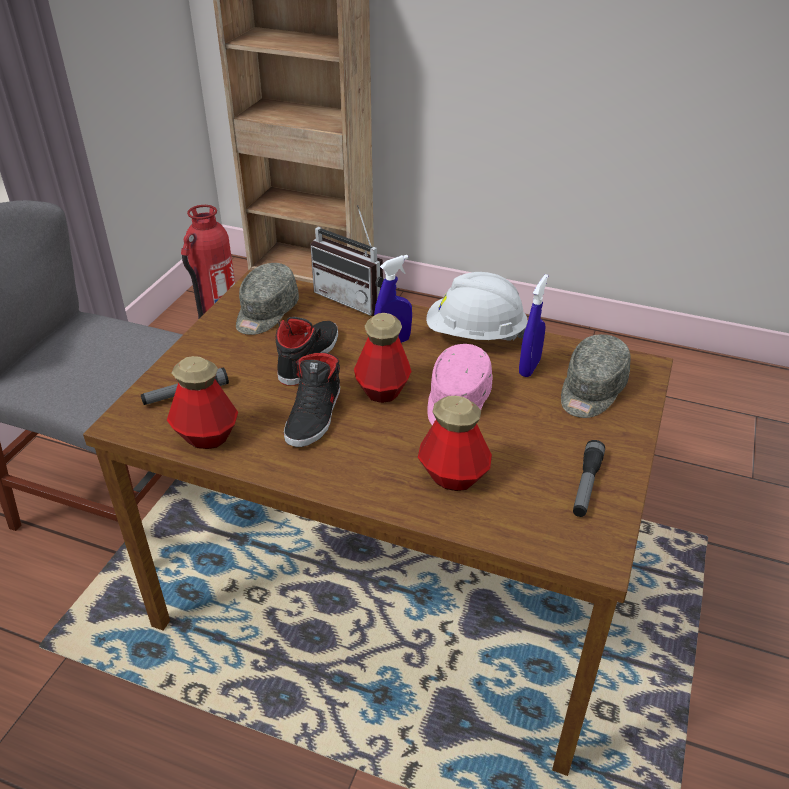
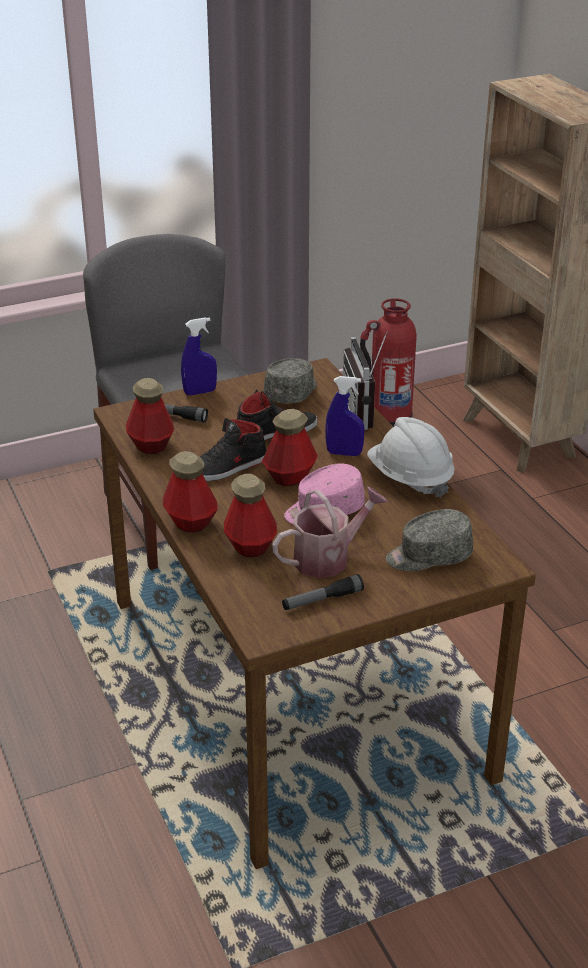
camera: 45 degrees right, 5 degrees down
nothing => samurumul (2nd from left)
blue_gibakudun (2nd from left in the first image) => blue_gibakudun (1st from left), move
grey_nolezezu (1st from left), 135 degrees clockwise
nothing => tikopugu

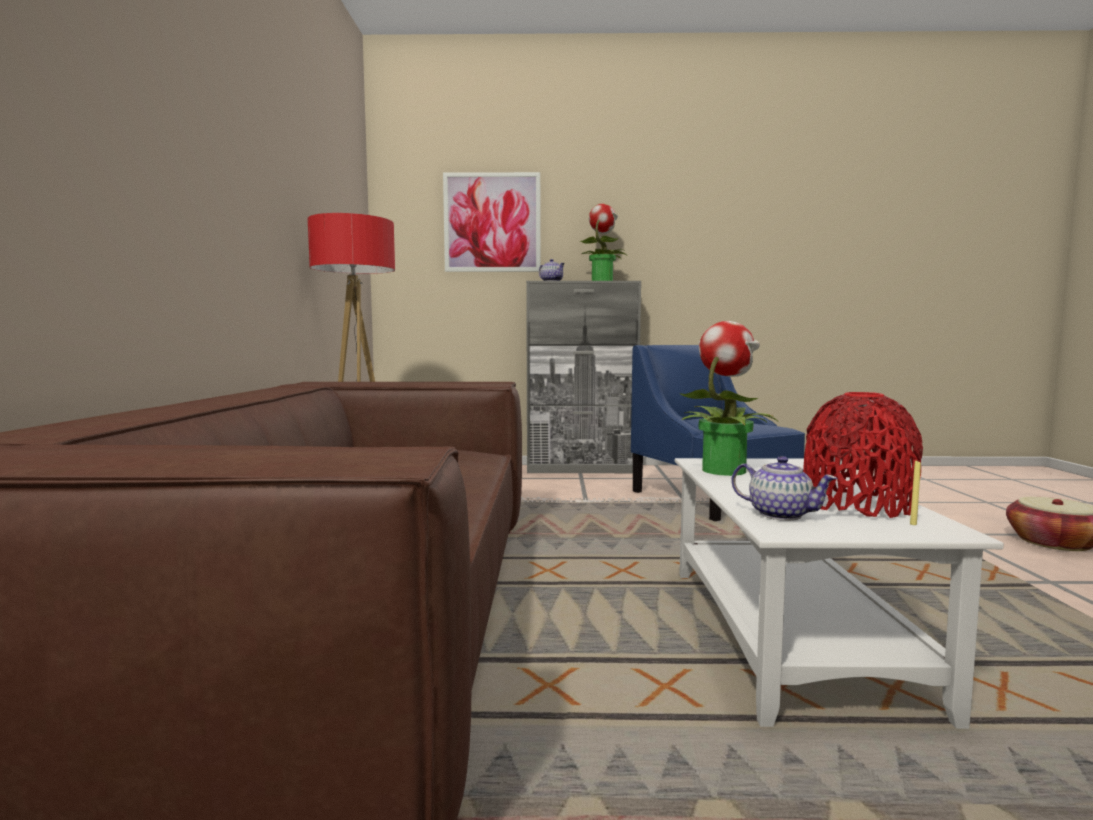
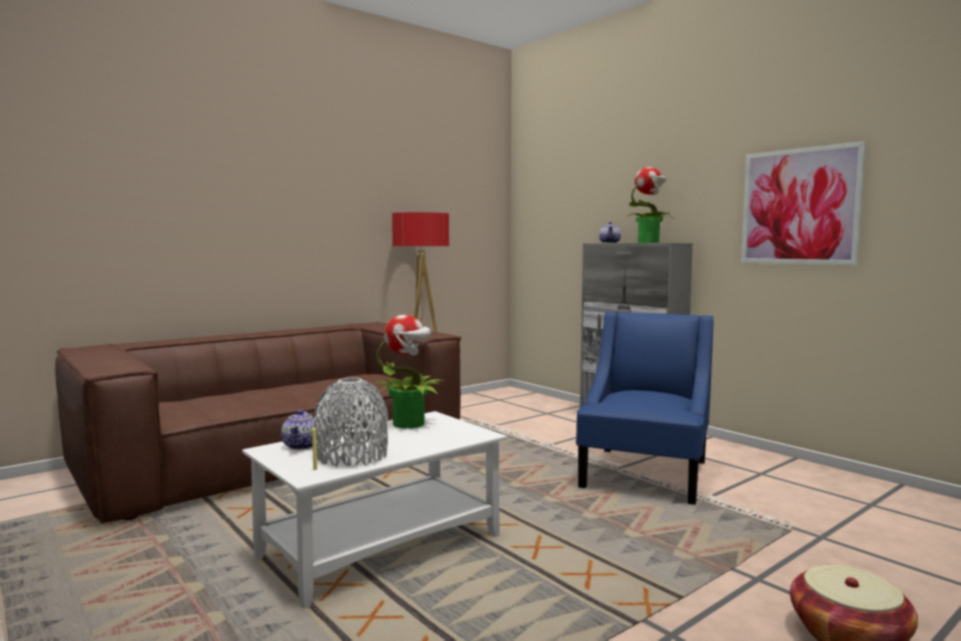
camera: 50 degrees right, 0 degrees up
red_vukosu => grey_vukosu
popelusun, move

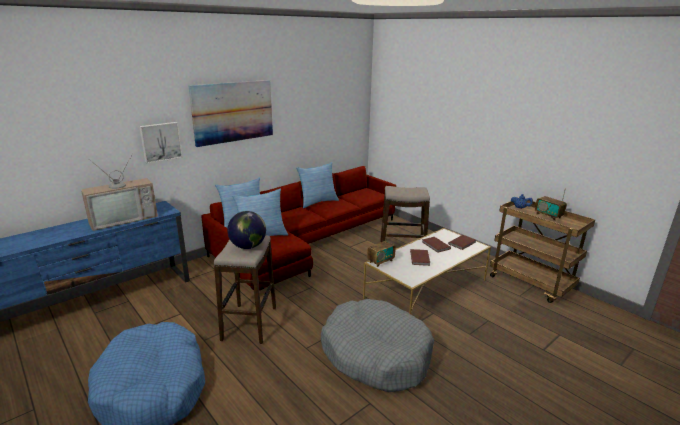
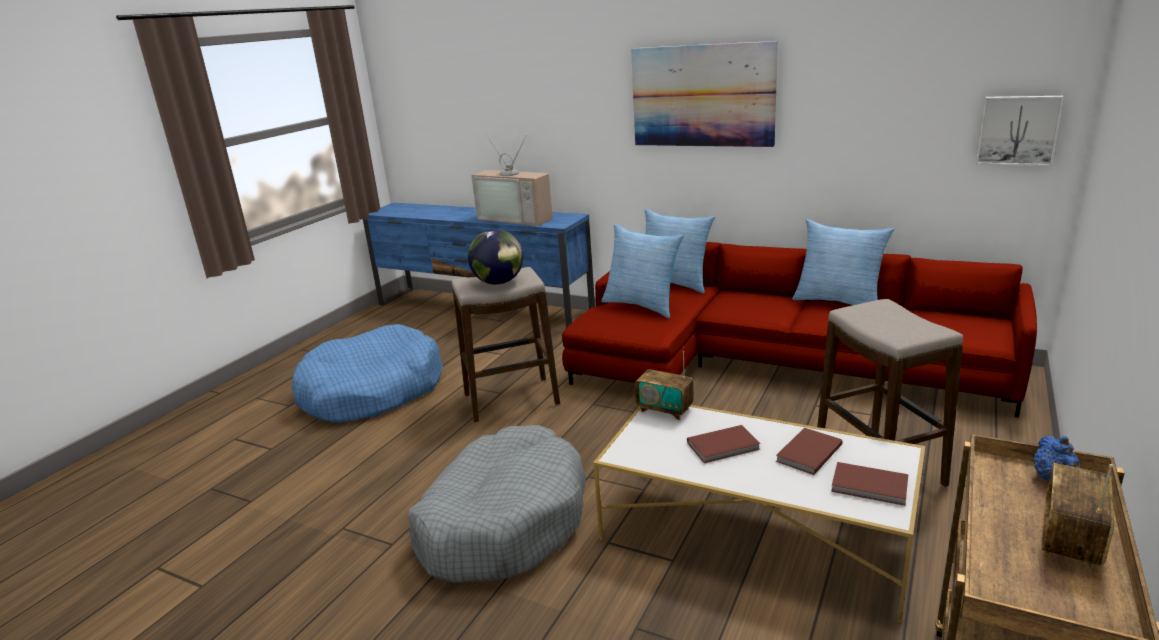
camera: 70 degrees right, 0 degrees up
popelusun (1st from left in the first image) => popelusun (2nd from left), move

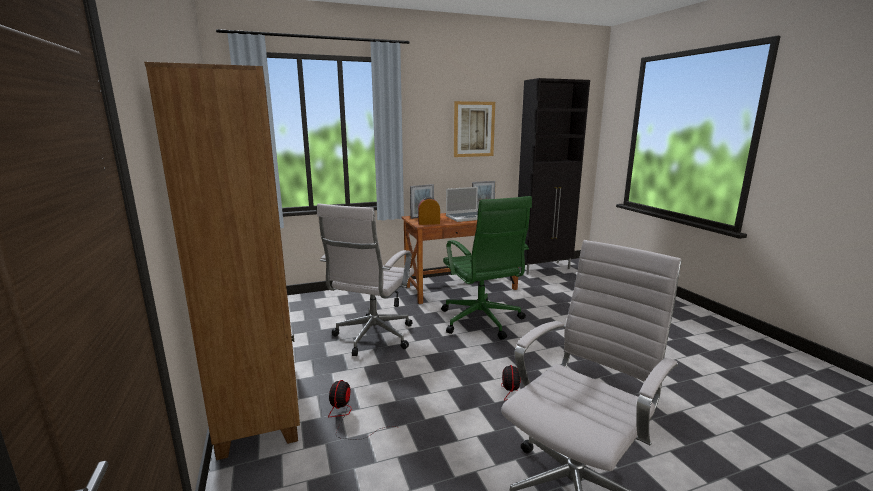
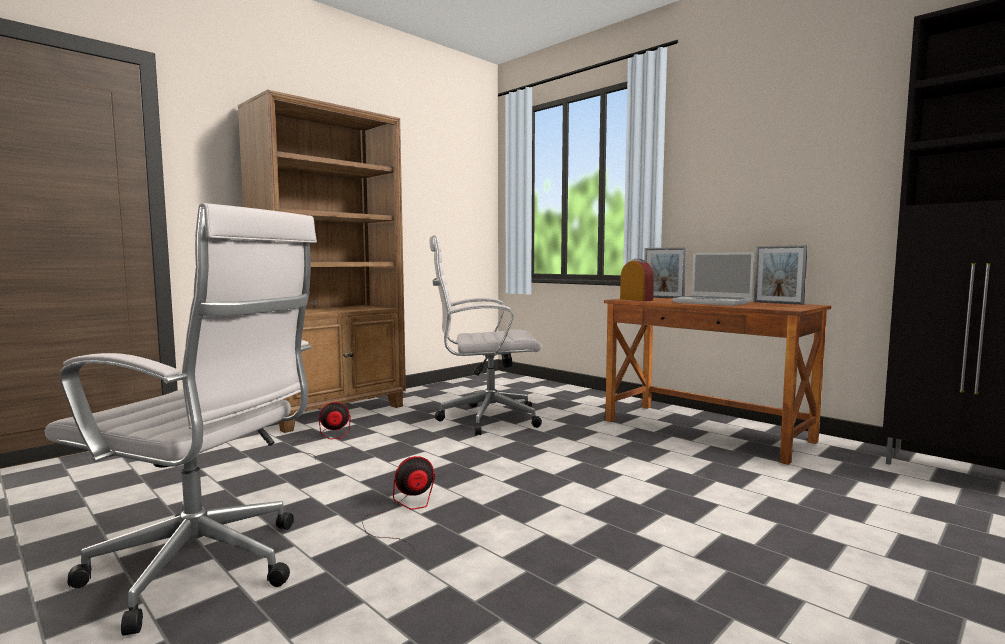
camera: 65 degrees right, 10 degrees down
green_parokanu => nothing
popelusun => nothing

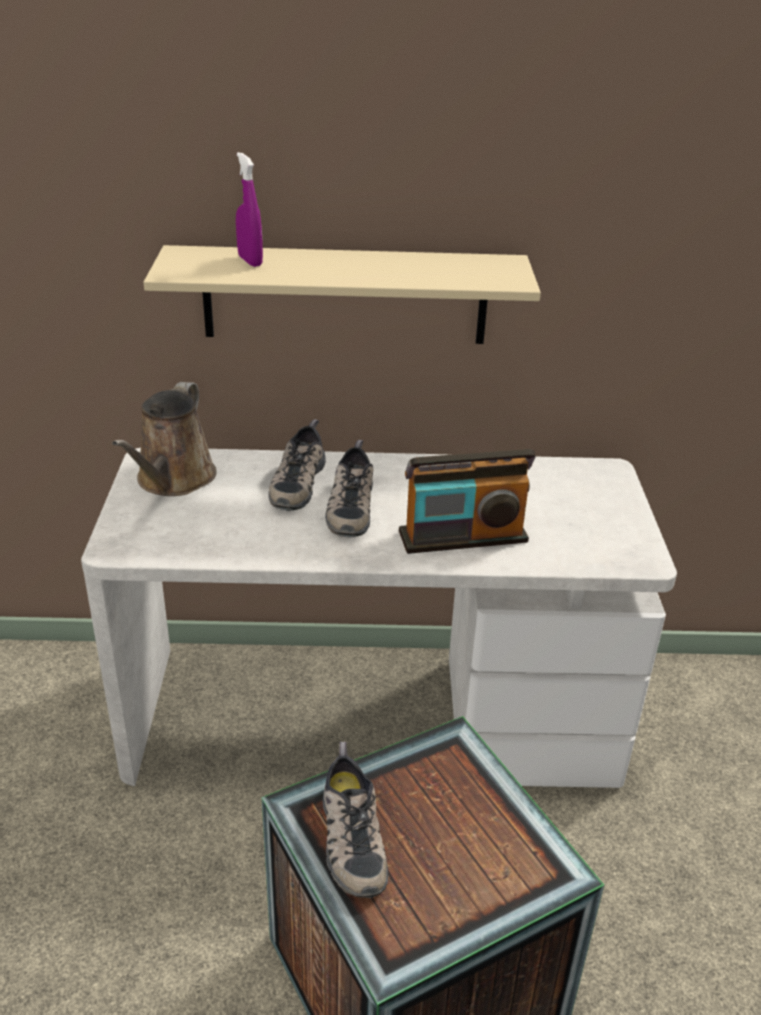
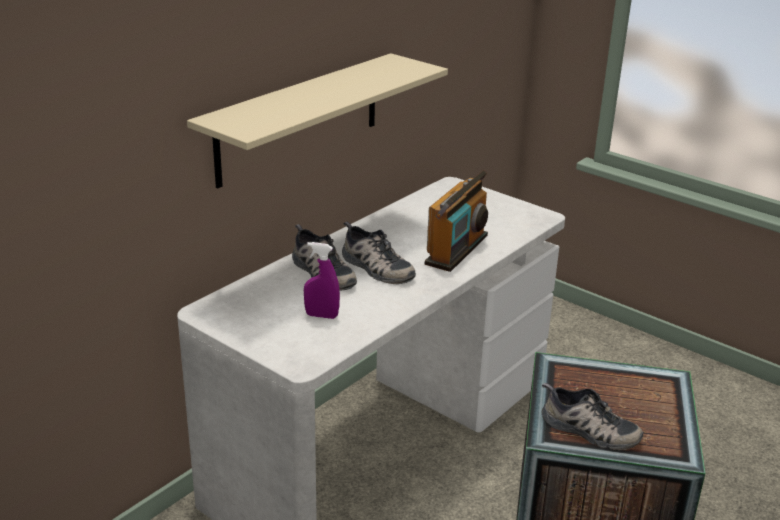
camera: 50 degrees left, 5 degrees down
purple_gibakudun, move
brown_tikopugu => nothing

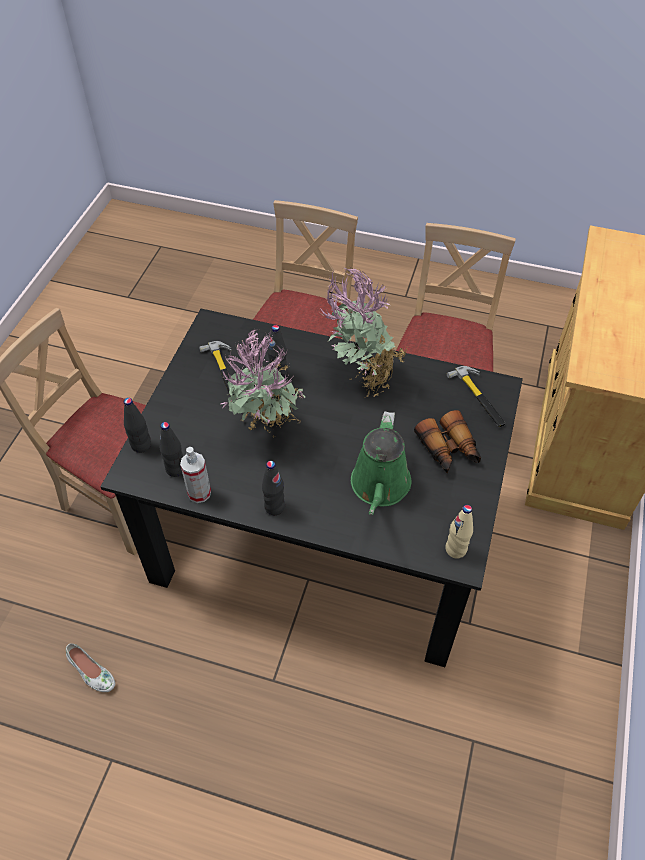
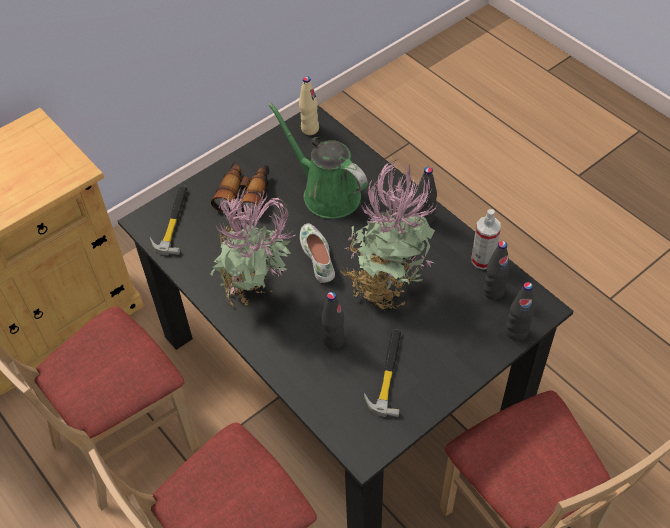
camera: 145 degrees left, 0 degrees up
green_tikopugu, 90 degrees counterclockwise
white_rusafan, move

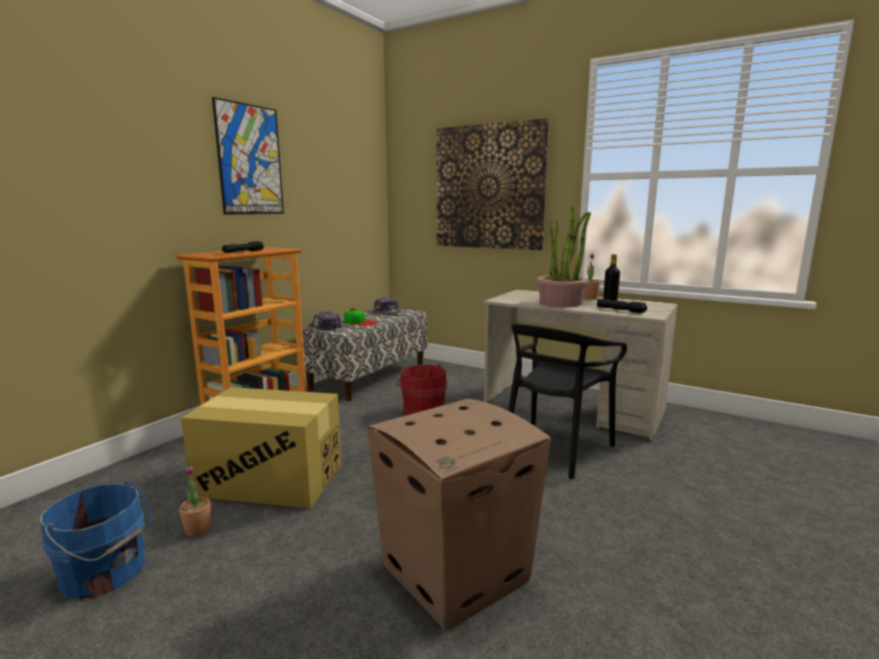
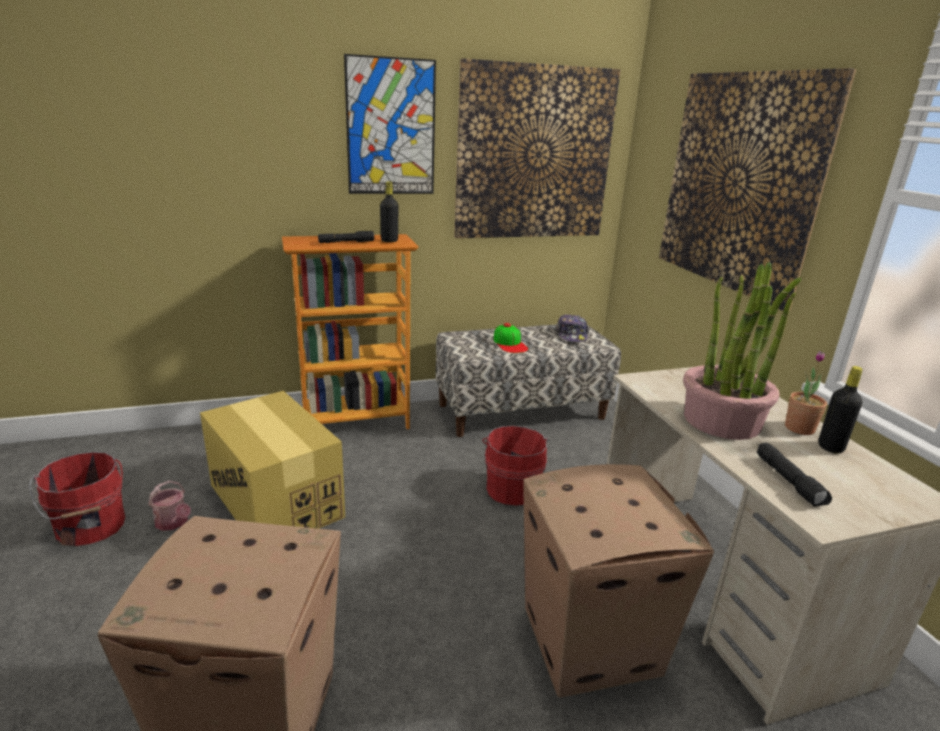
camera: 40 degrees right, 10 degrees up
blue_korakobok => red_korakobok (1st from left)
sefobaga (1st from left) => tikopugu
nothing => black_samurumul (1st from left)
nothing => popelusun (2nd from left)
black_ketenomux => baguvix (3rd from left)
nolezezu (1st from left) => nothing

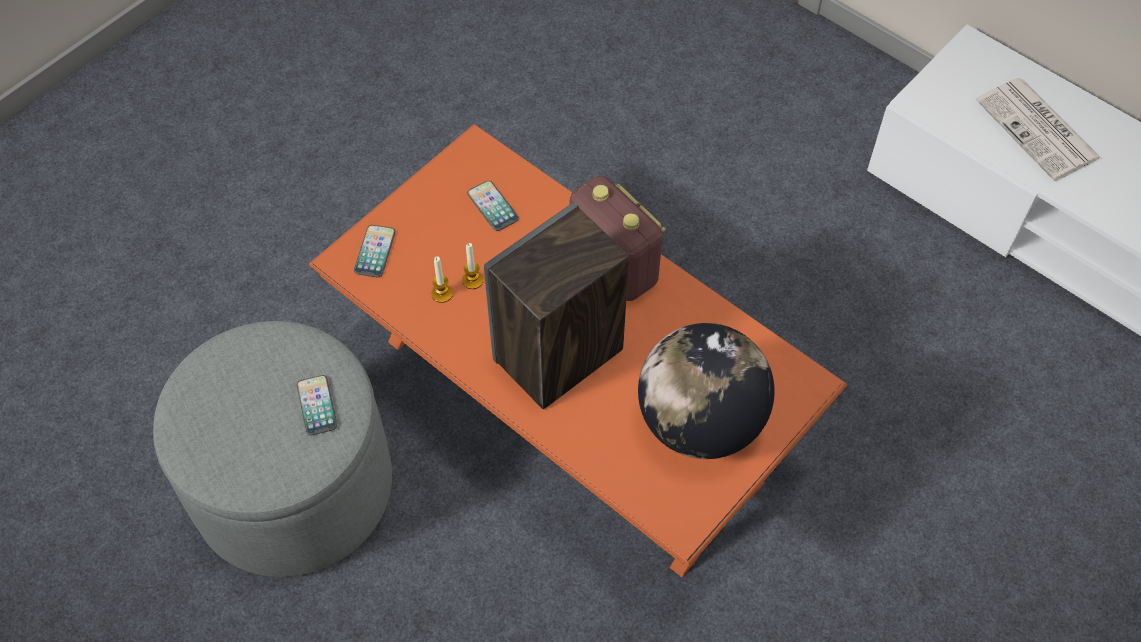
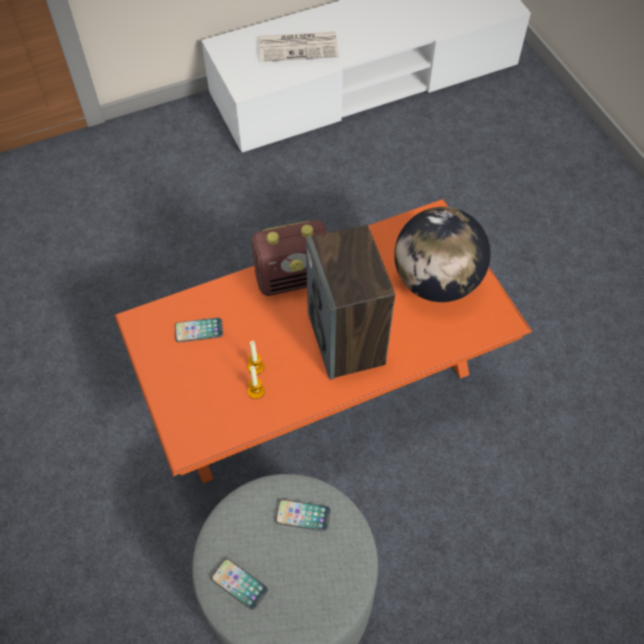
camera: 65 degrees left, 0 degrees up
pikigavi (2nd from left), move

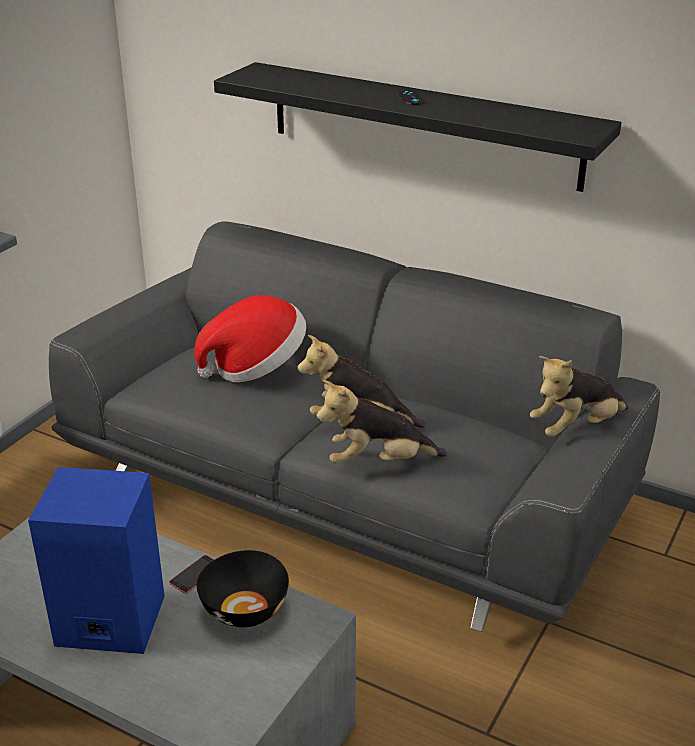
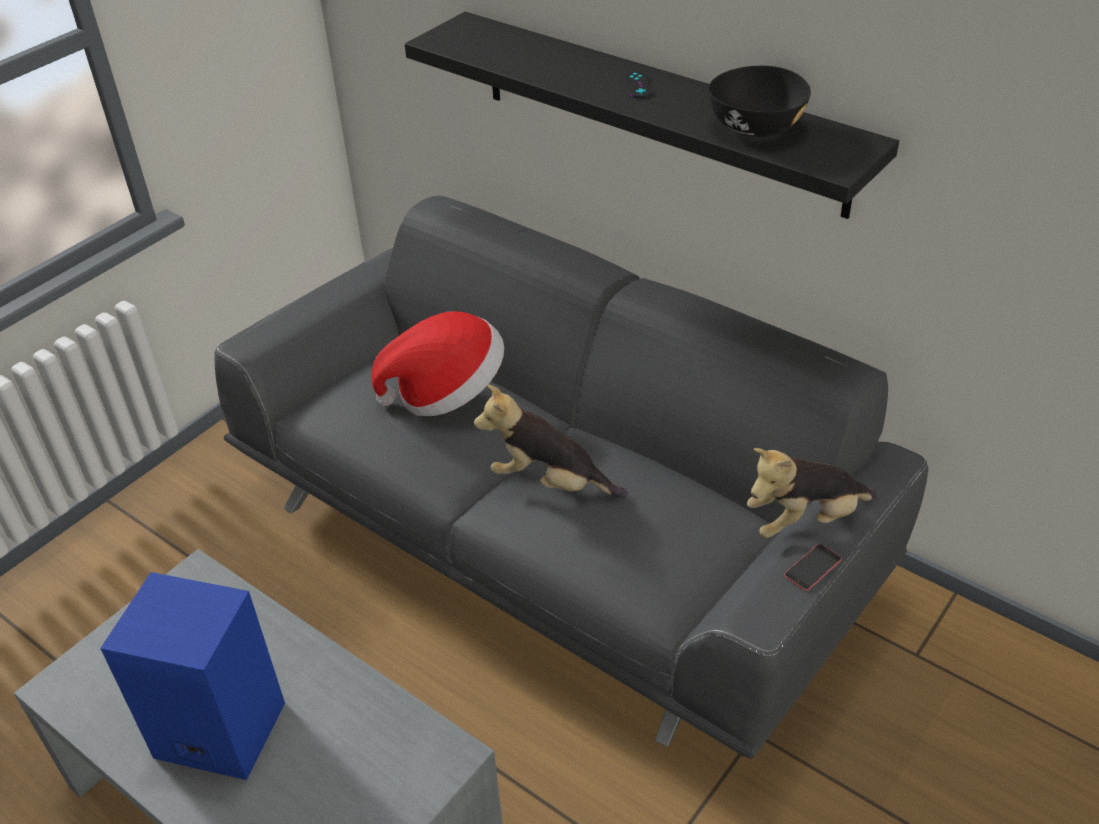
camera: 10 degrees right, 10 degrees up
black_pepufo, move
pikigavi, move
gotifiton (2nd from left) => nothing

